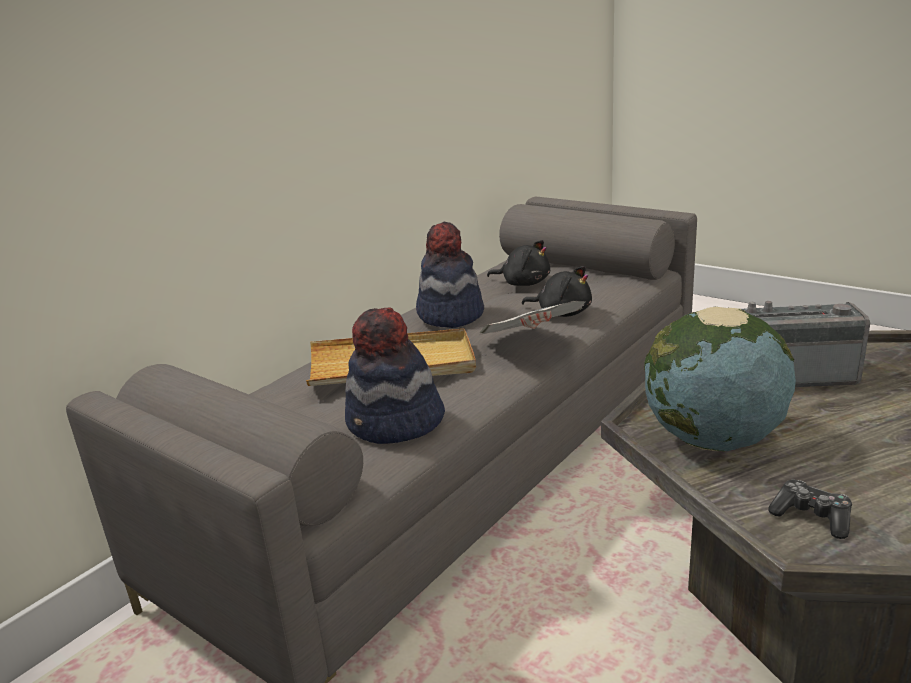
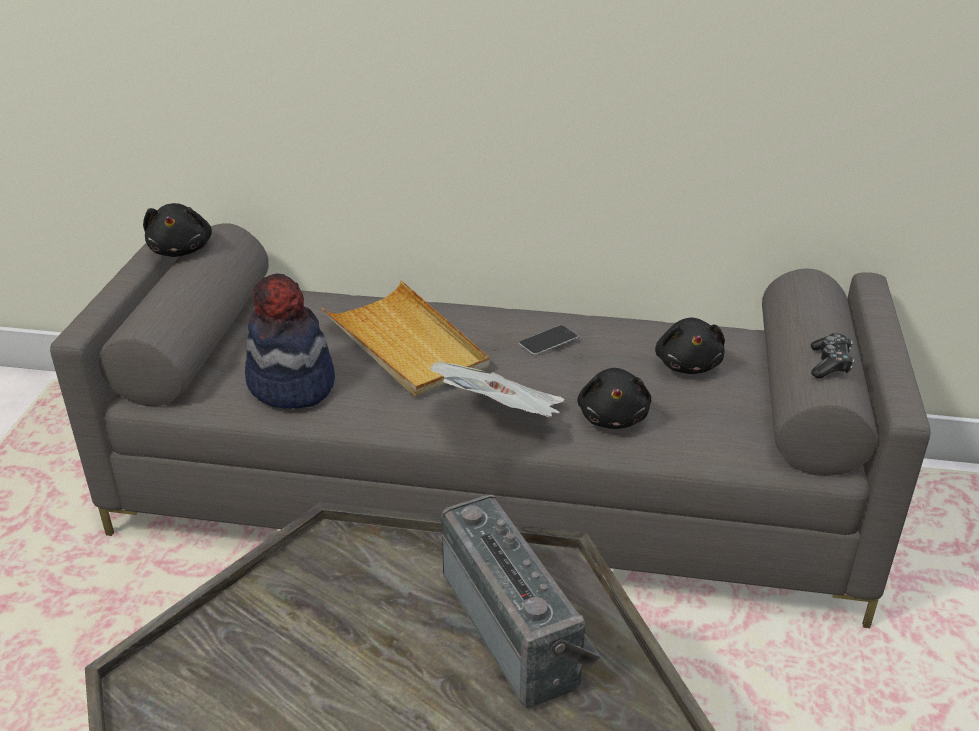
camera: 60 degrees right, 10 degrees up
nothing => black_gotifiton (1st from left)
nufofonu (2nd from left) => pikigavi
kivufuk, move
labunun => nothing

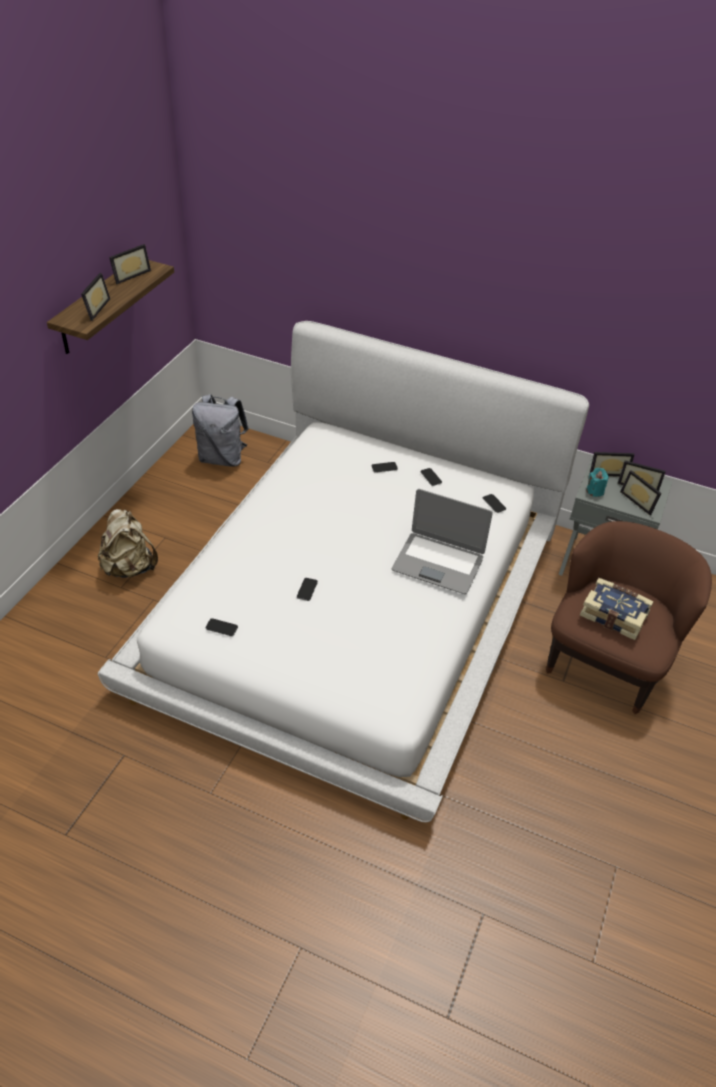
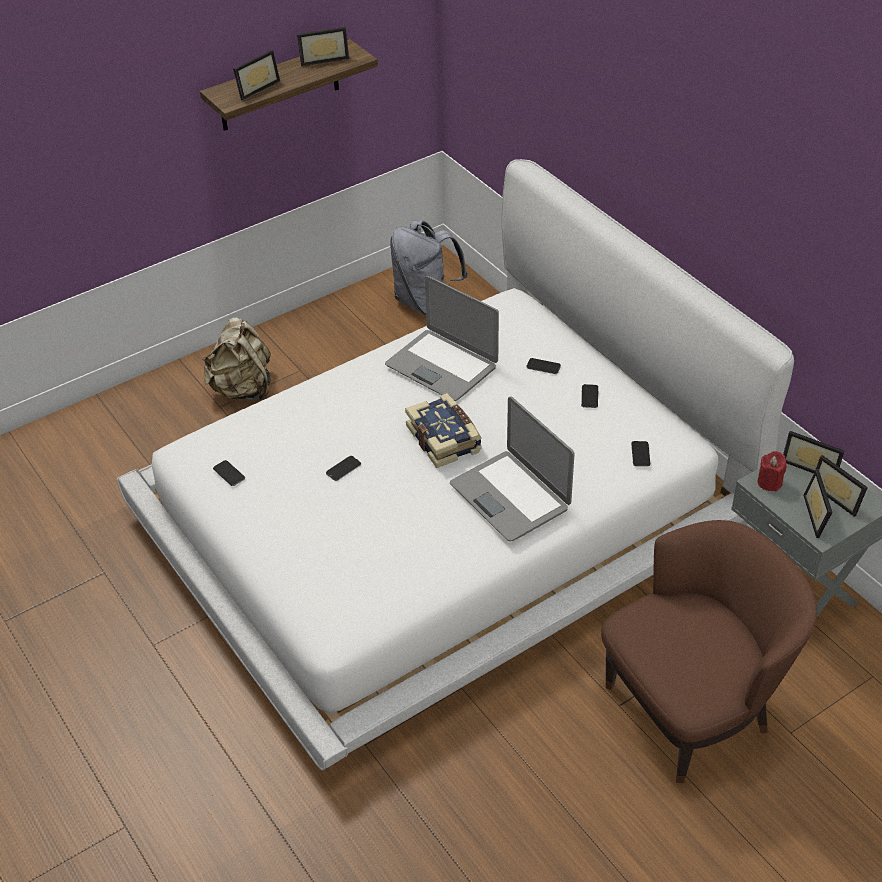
camera: 35 degrees right, 0 degrees up
nothing => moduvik (1st from left)
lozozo, move
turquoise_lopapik => red_lopapik

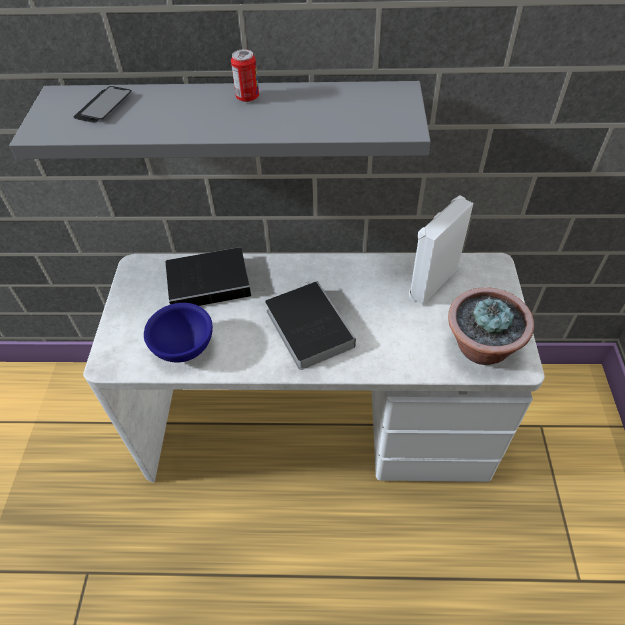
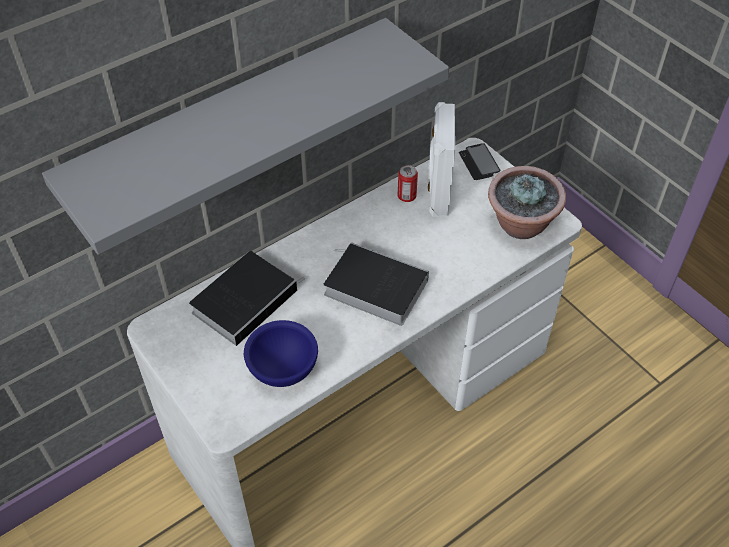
camera: 40 degrees left, 0 degrees up
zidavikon, move
pikigavi, move

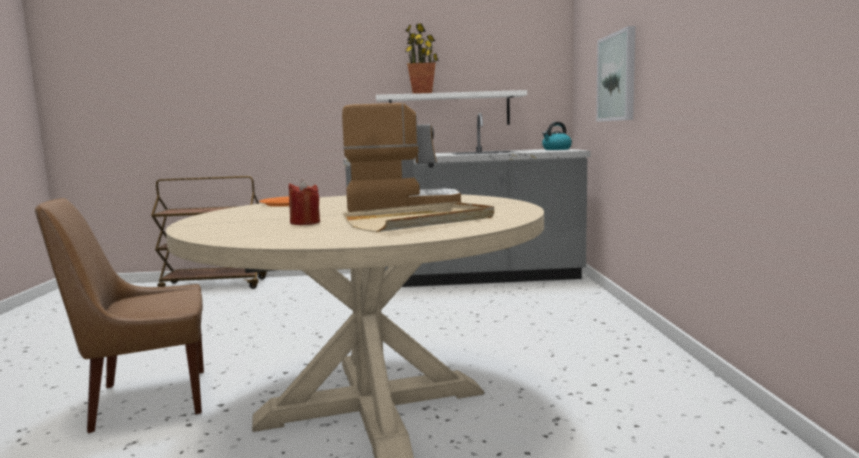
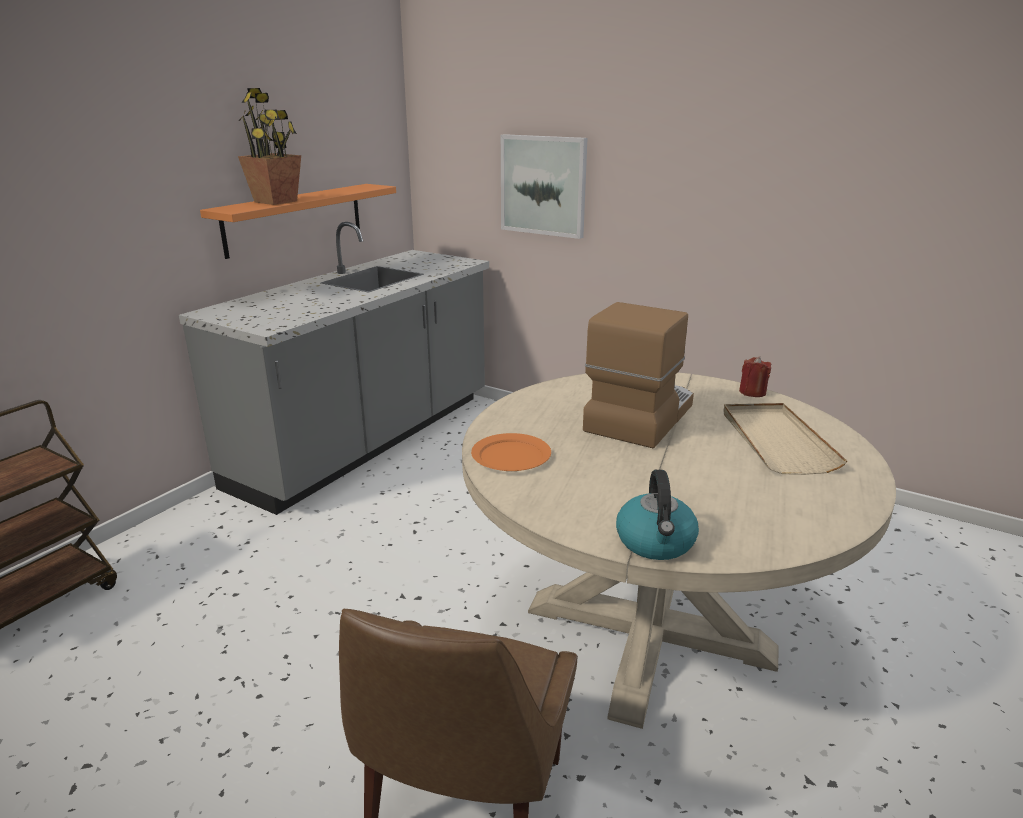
camera: 55 degrees left, 15 degrees up
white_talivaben => orange_talivaben
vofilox, move
red_lopapik, move

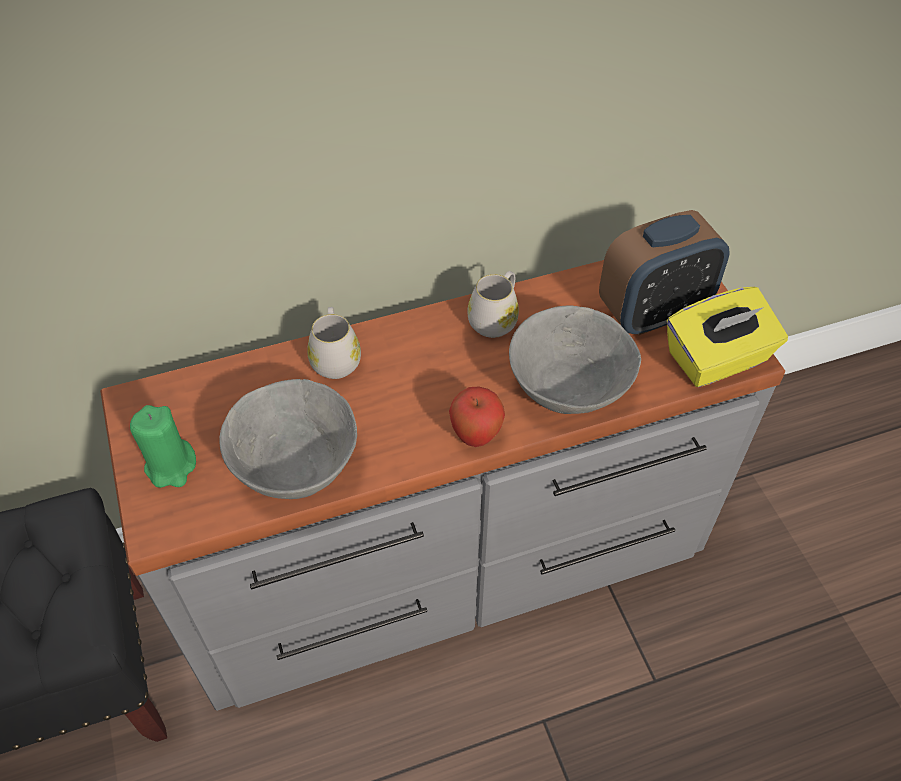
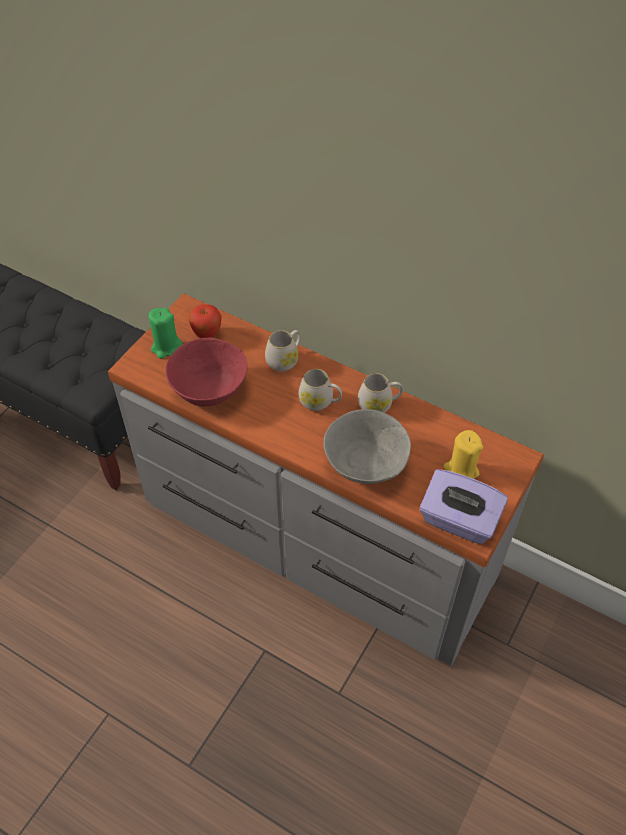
camera: 50 degrees right, 0 degrees up
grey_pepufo (1st from left) => red_pepufo
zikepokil, move
nothing => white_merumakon (2nd from left)
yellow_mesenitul => purple_mesenitul
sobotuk => yellow_lopapik

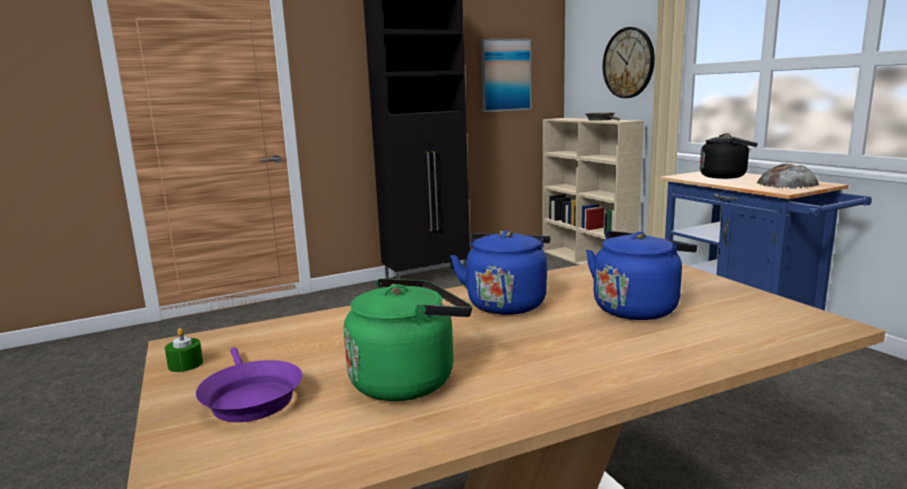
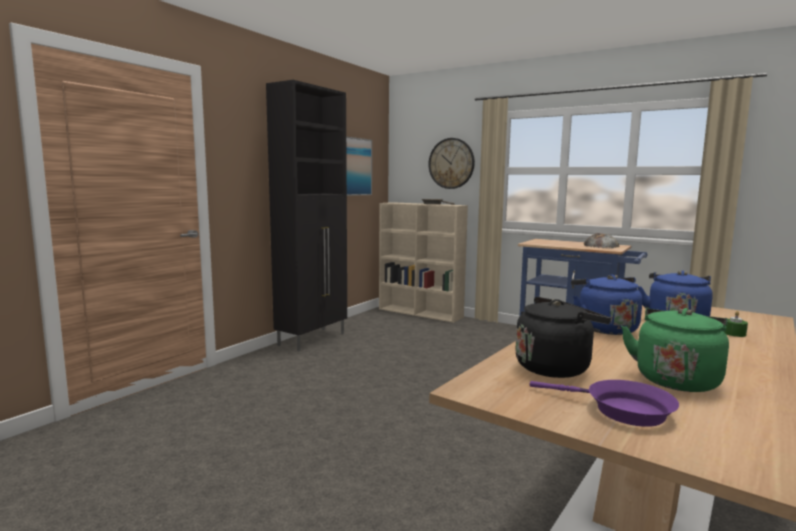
camera: 30 degrees left, 5 degrees down
black_vofilox, move
green_lopapik, move

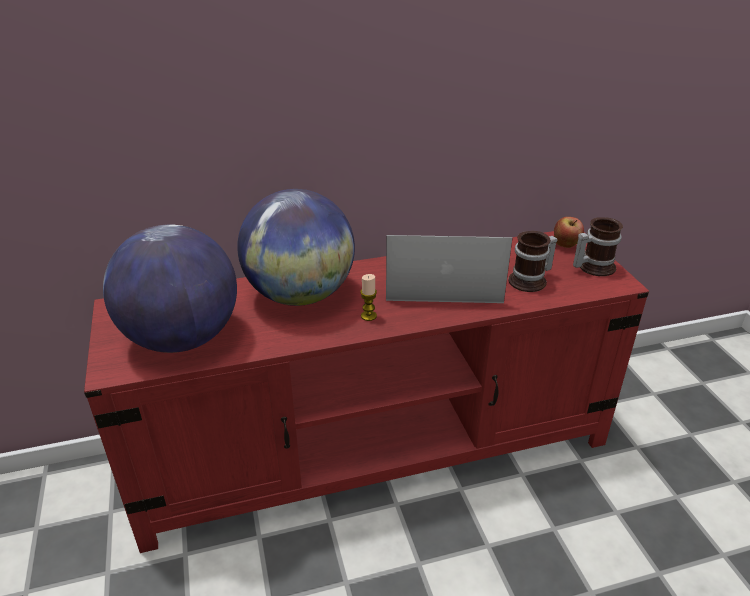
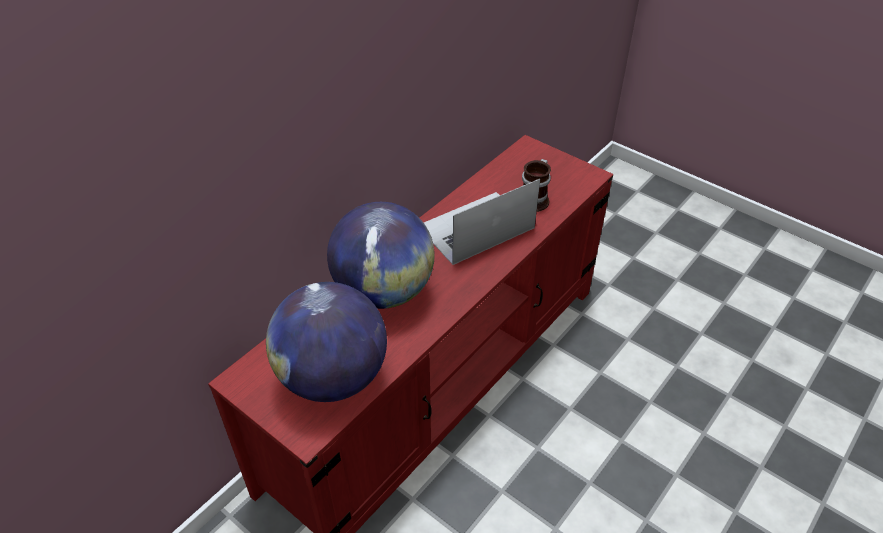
camera: 35 degrees left, 10 degrees up
lopapik => nothing
zikepokil => nothing
merumakon (2nd from left) => nothing

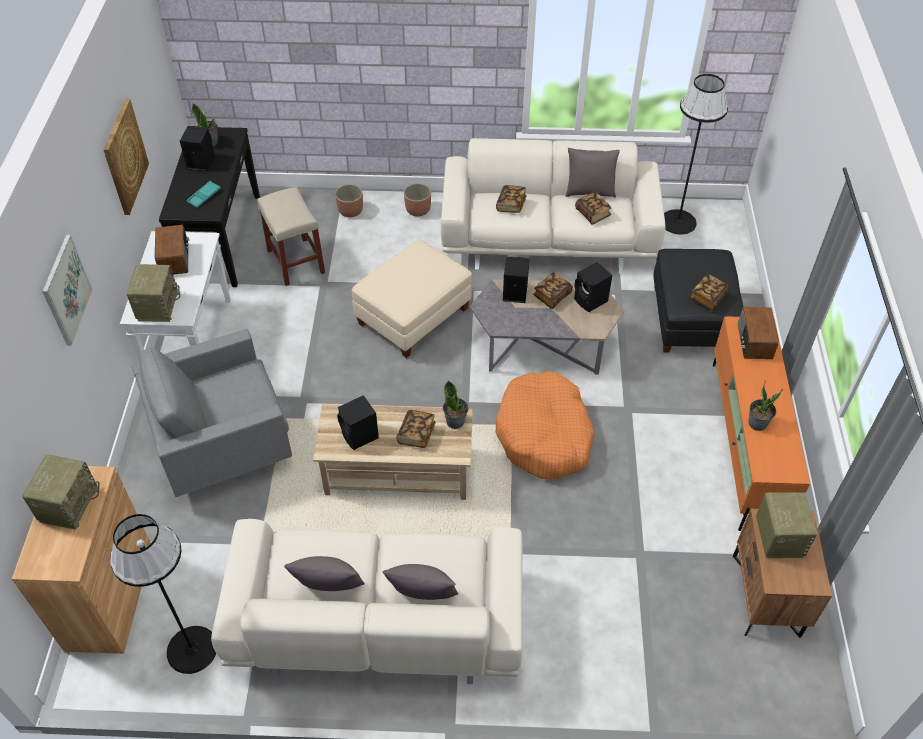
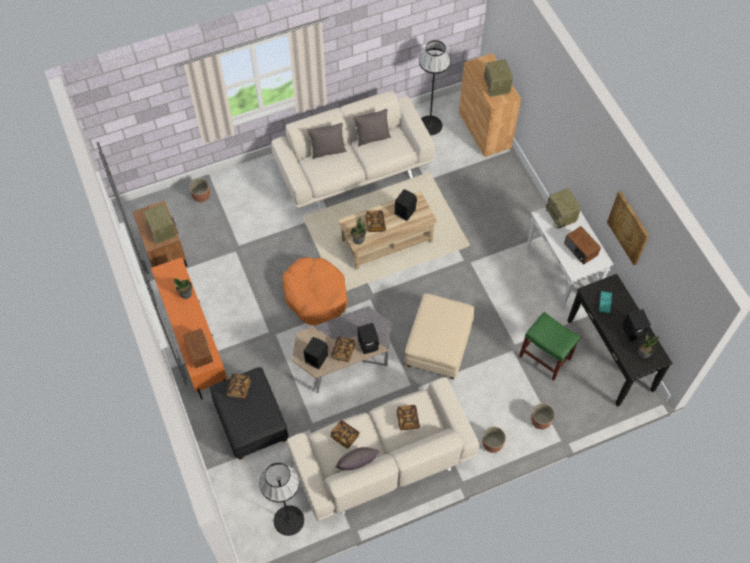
camera: 155 degrees right, 10 degrees up
nothing => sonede (1st from left)
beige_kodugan => green_kodugan
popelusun (1st from left) => nothing
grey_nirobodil => nothing

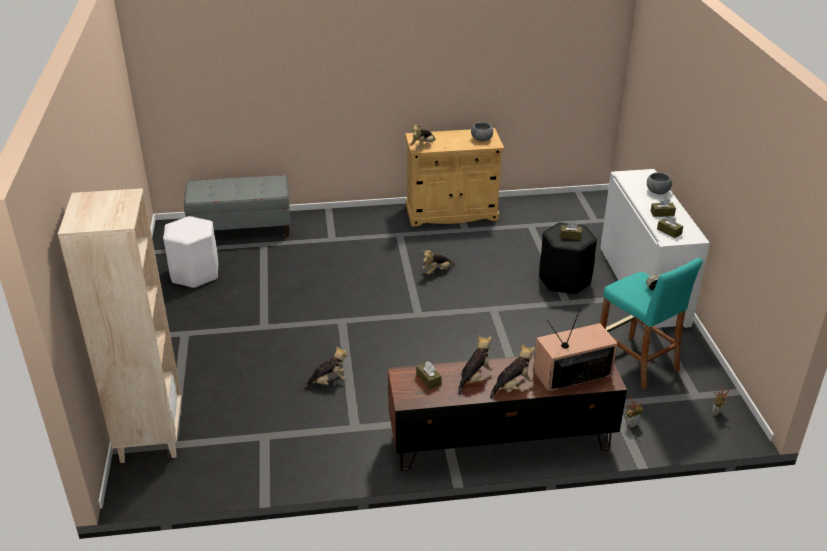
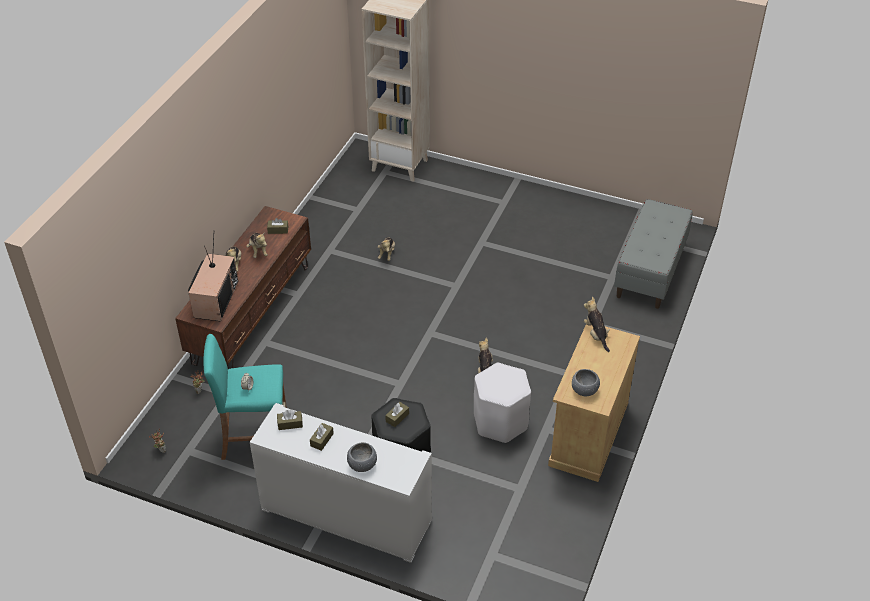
camera: 120 degrees right, 10 degrees up
white_kodugan, move

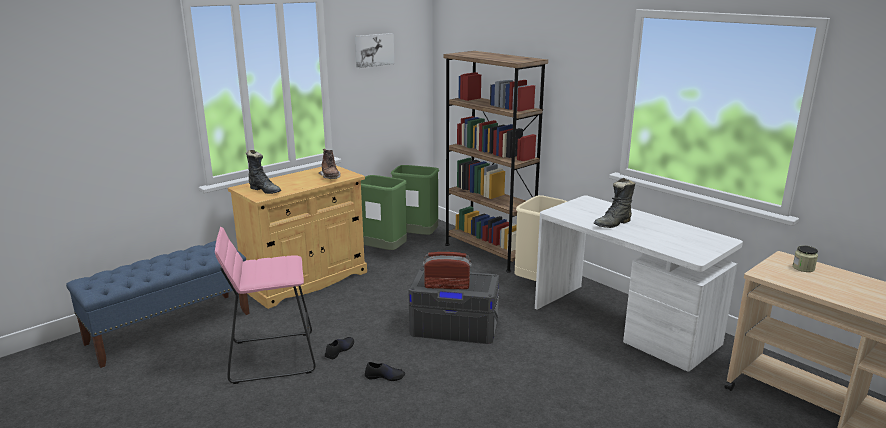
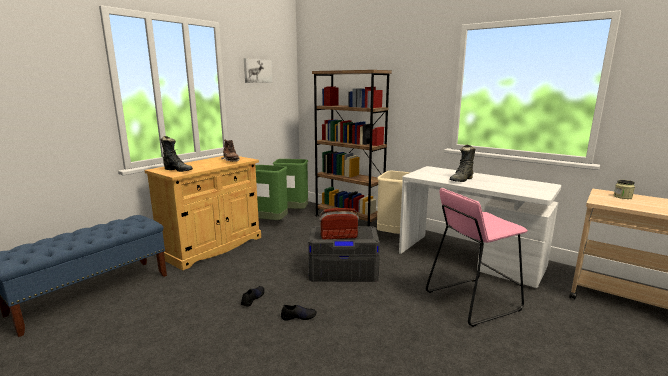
camera: 10 degrees left, 5 degrees down
pink_kodugan, move

